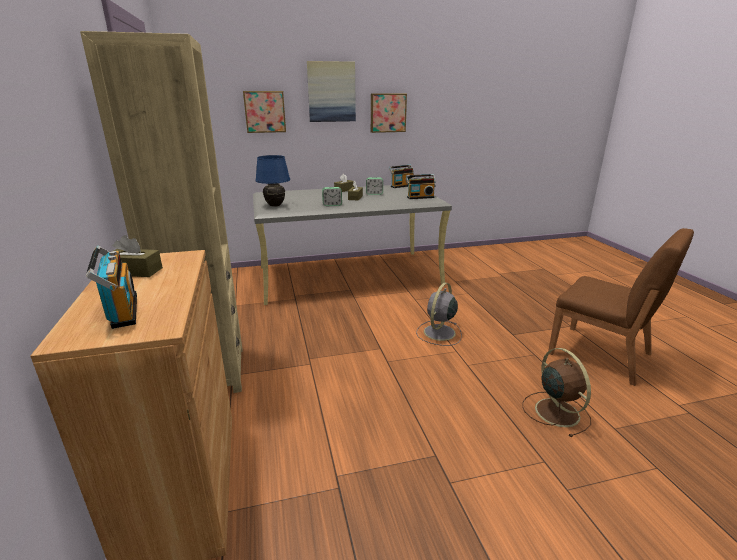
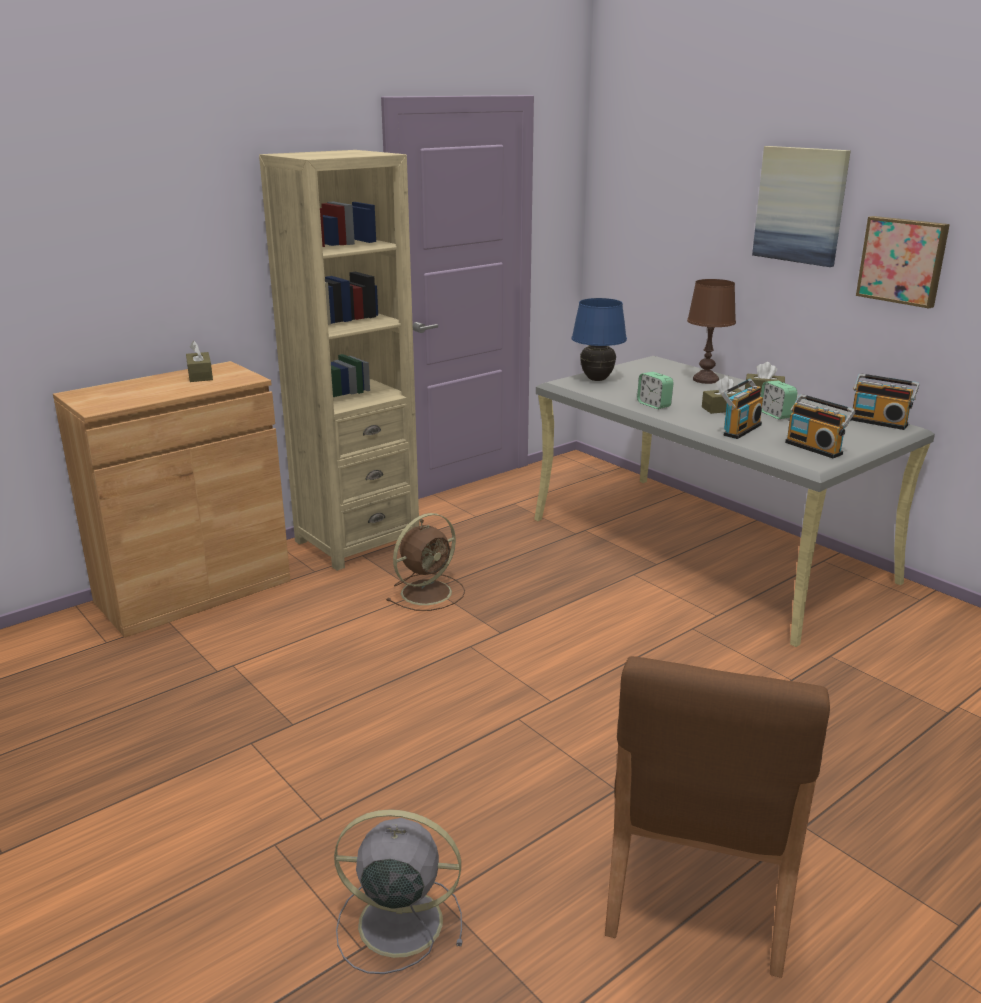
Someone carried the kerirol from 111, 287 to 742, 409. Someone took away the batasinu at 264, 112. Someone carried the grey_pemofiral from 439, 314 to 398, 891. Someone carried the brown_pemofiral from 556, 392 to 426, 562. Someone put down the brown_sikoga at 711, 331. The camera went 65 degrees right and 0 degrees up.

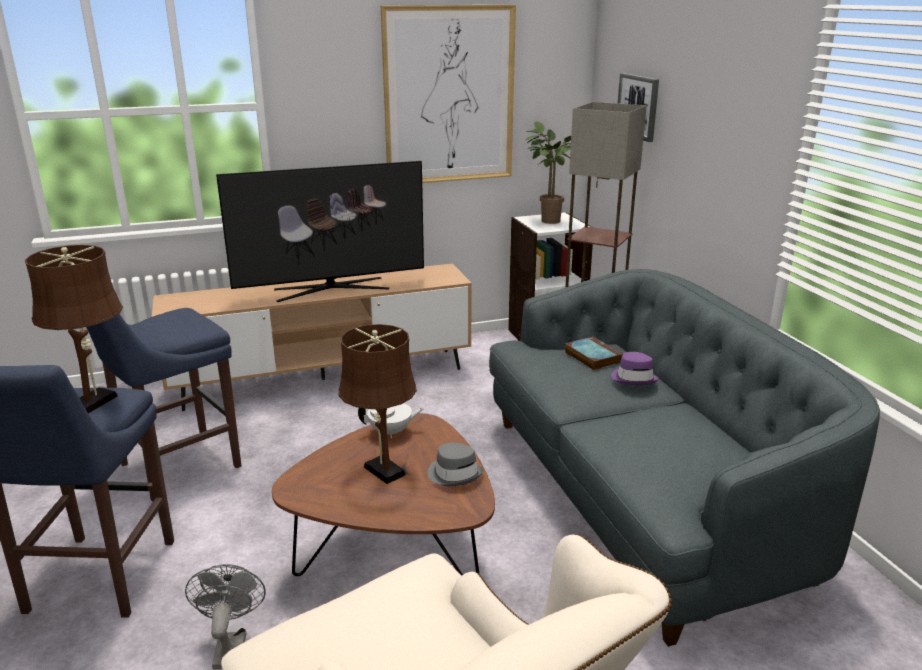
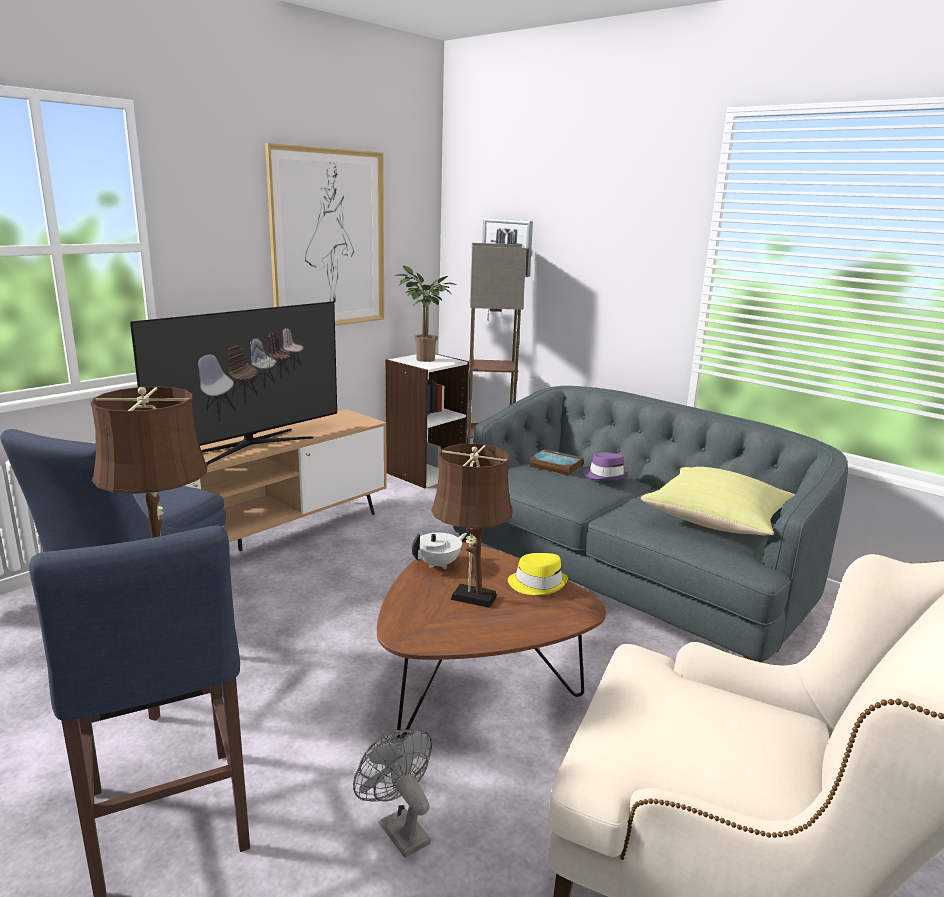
Someone repainted the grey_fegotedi at 456, 464, which became the yellow_fegotedi at 538, 574. Someone put down the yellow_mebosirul at 718, 501. The camera went 30 degrees left and 5 degrees down.

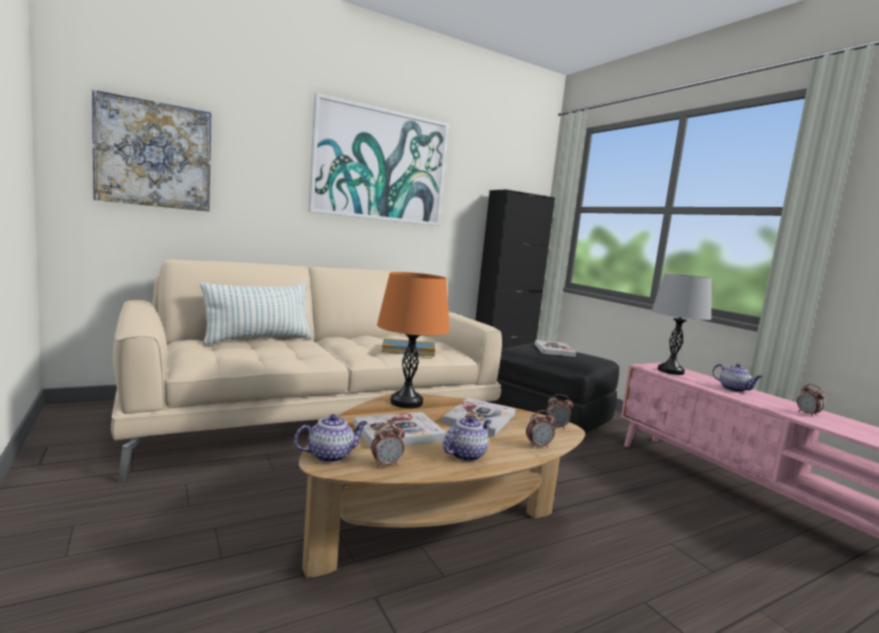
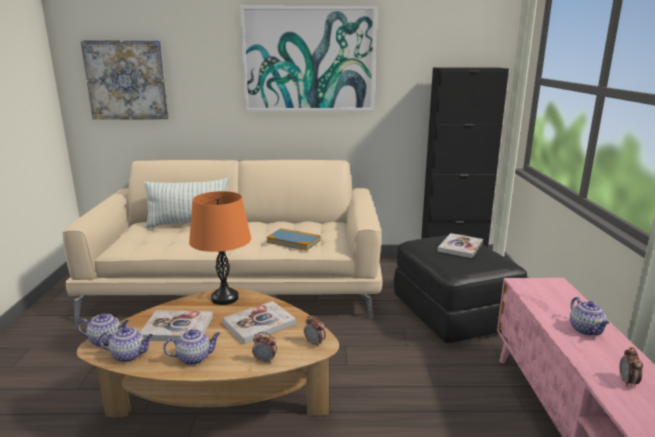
Someone swapped the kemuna at 388, 445 for the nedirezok at 126, 344. Someone took away the grey_sikoga at 681, 324. The camera went 30 degrees right and 10 degrees up.

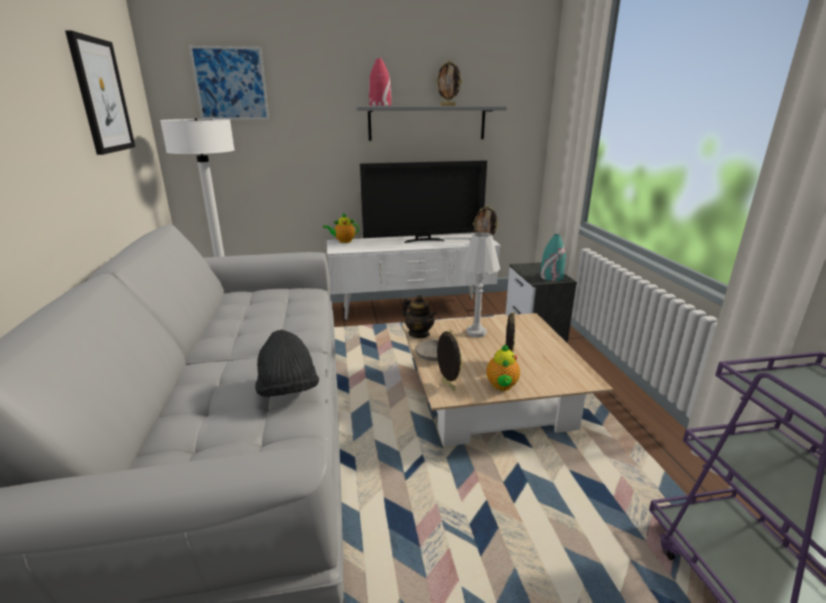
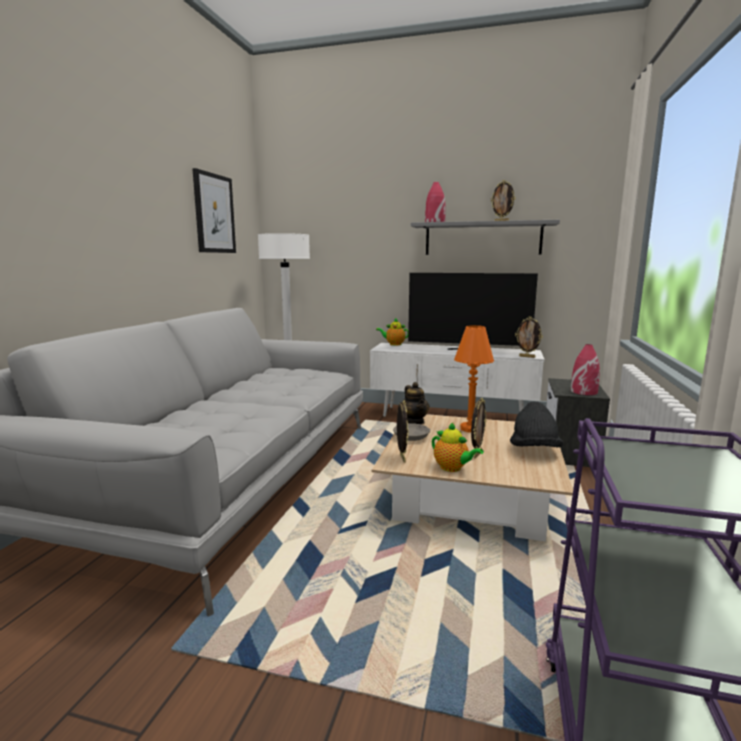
Someone took away the batasinu at 229, 83. Someone carried the black_fegotedi from 287, 363 to 537, 424. Someone repainted the white_sikoga at 480, 285, which became the orange_sikoga at 474, 378. Someone rotated the nedirezok at 503, 367 by 75 degrees counterclockwise. Someone repainted the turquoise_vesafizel at 553, 257, which became the red_vesafizel at 585, 369. The camera went 25 degrees right and 10 degrees down.

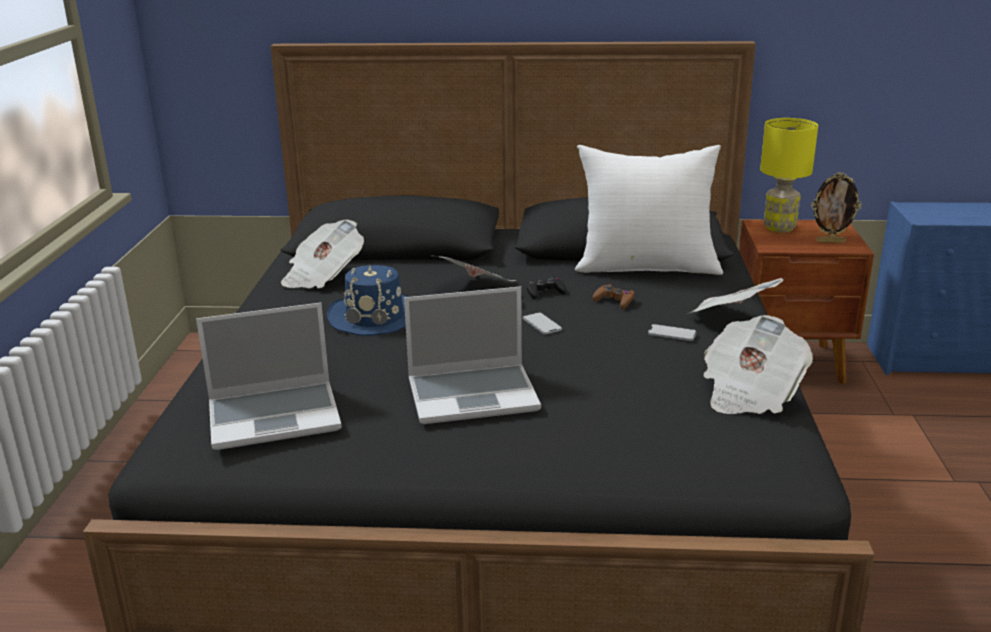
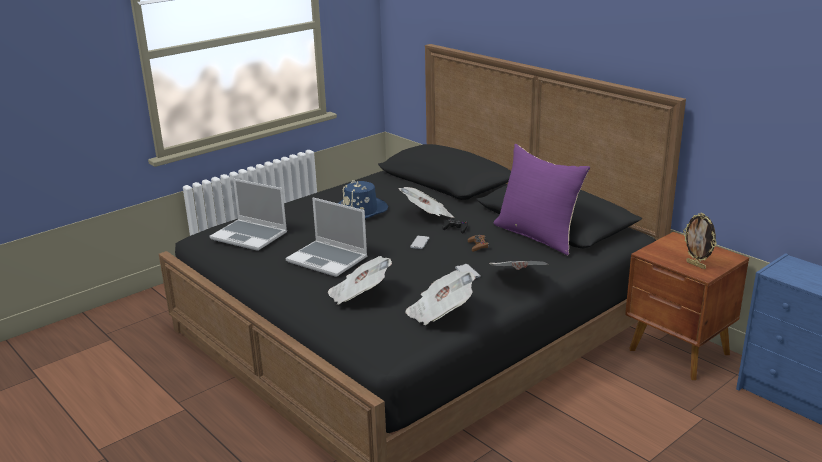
Someone carried the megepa from 322, 254 to 360, 280. Someone repainted the white_mebosirul at 649, 210, which became the purple_mebosirul at 541, 199. Someone took away the yellow_sikoga at 789, 175. The camera went 45 degrees right and 0 degrees up.

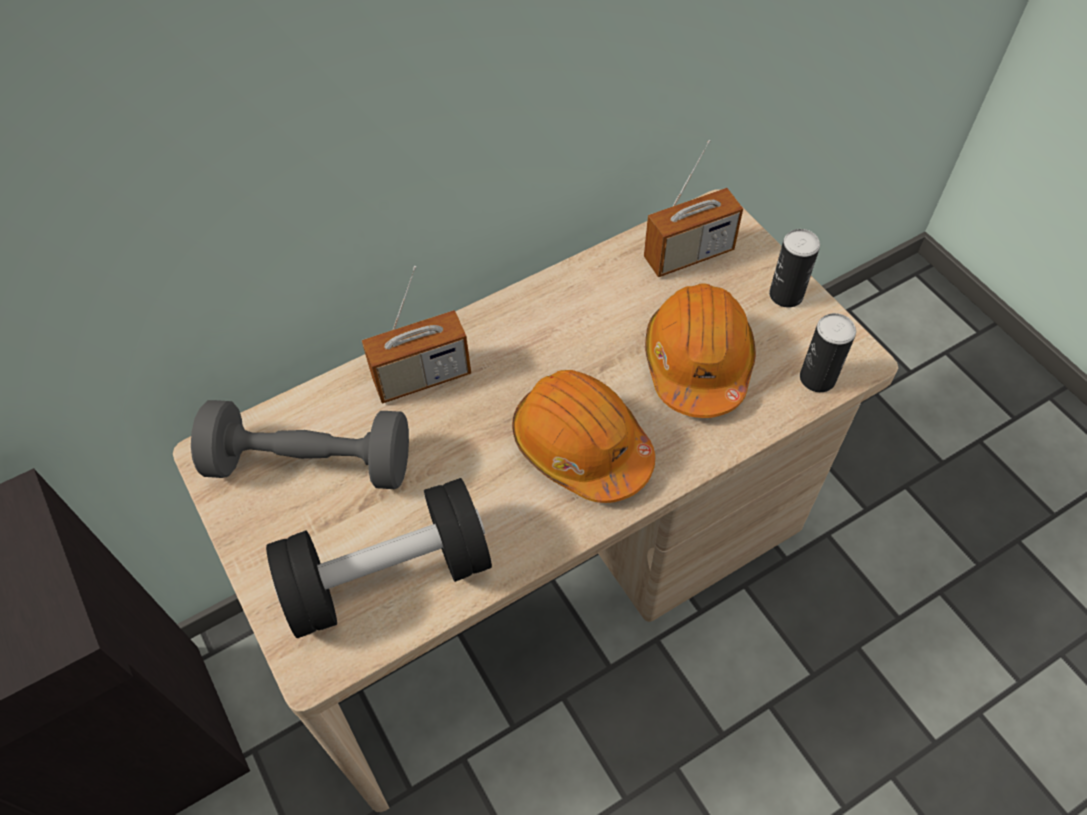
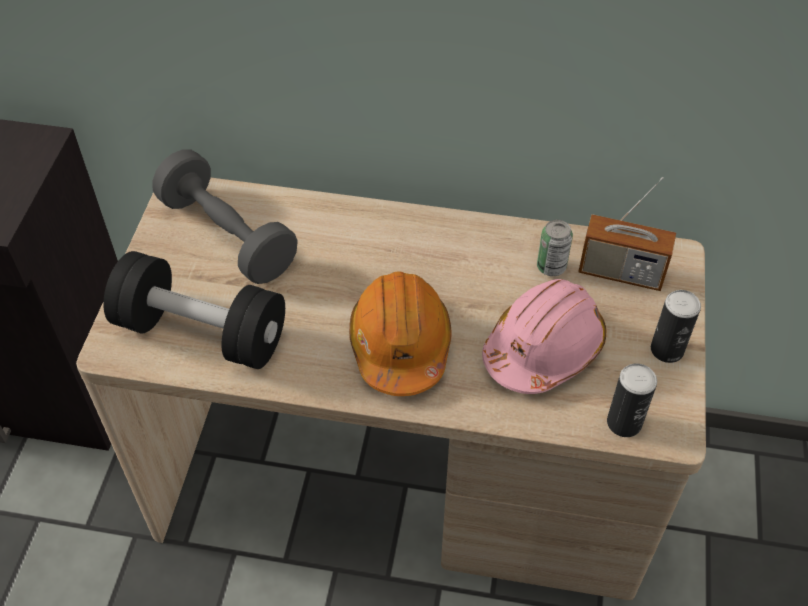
Someone took away the kerirol at 416, 335. Someone repainted the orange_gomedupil at 700, 350, which became the pink_gomedupil at 544, 336. Someone put down the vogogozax at 555, 248. The camera went 40 degrees right and 5 degrees down.

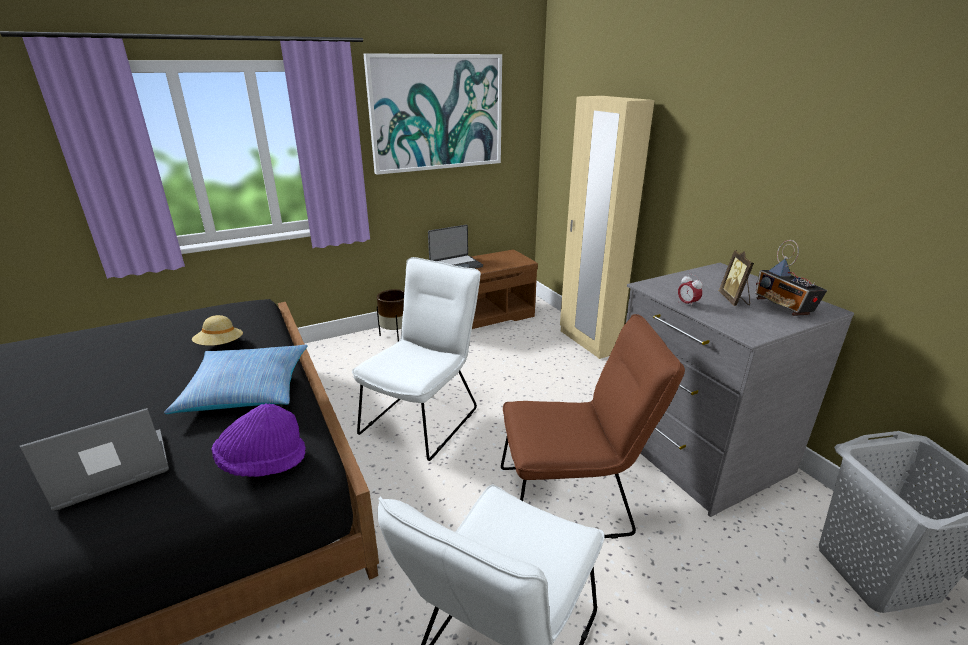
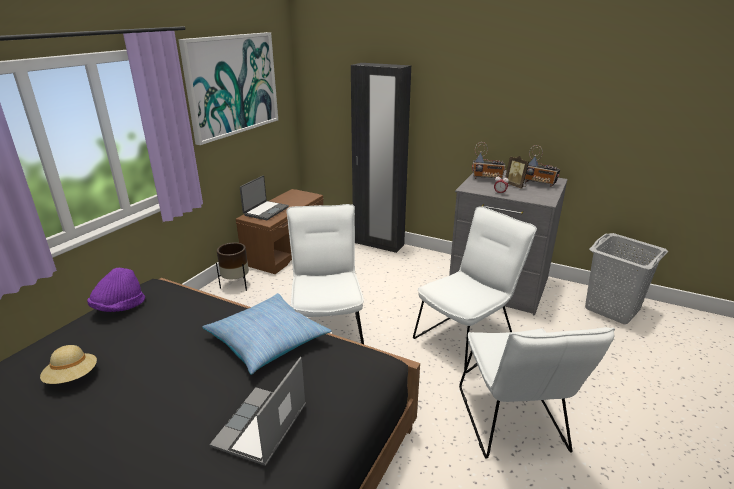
Someone carried the beige_fegotedi from 217, 330 to 68, 364. Someone carried the purple_fegotedi from 259, 440 to 116, 290. Someone repainted the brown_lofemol at 593, 426, which became the white_lofemol at 475, 289. Someone repainted the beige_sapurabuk at 607, 227, which became the black_sapurabuk at 381, 158. Someone put down the kerirol at 488, 160. The camera went 35 degrees left and 0 degrees up.

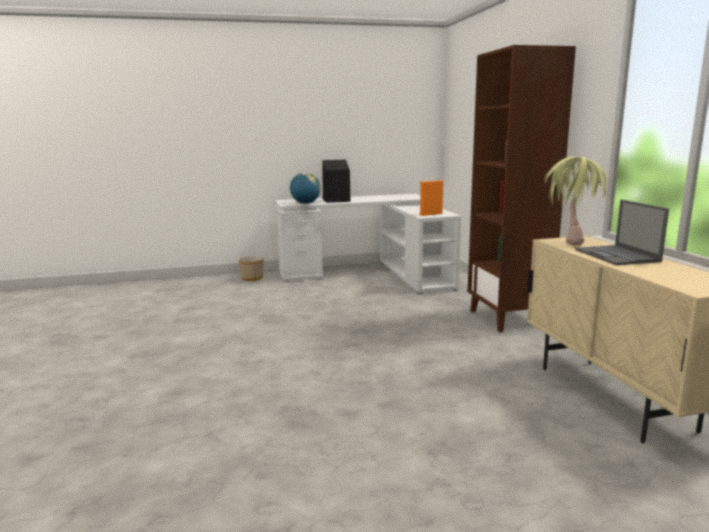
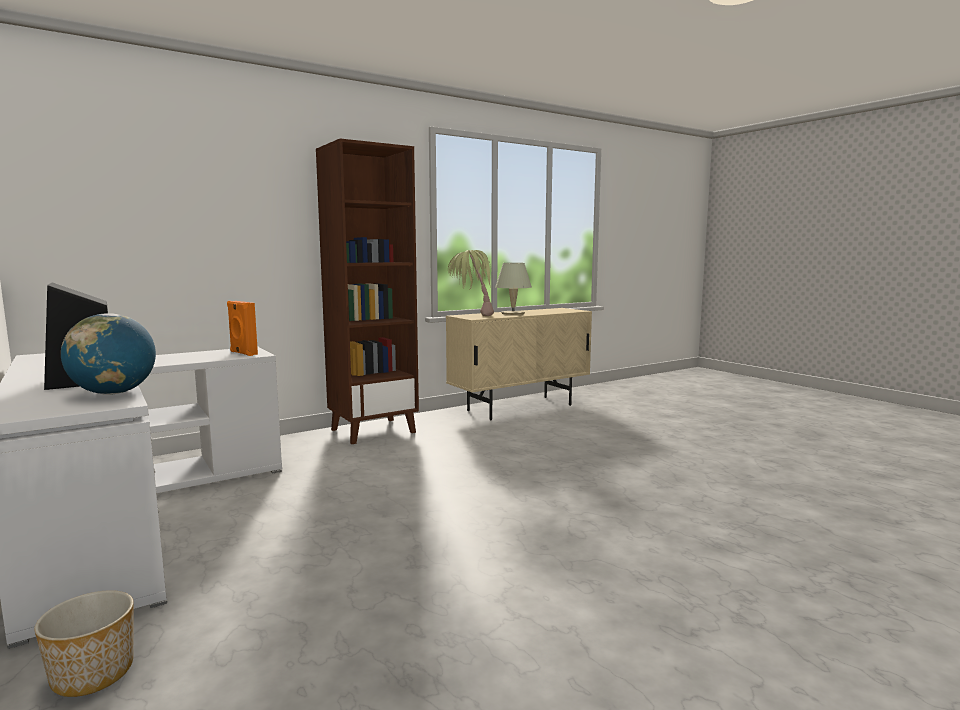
Someone swapped the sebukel at 622, 232 for the beige_sikoga at 513, 289. The camera went 110 degrees left and 5 degrees down.

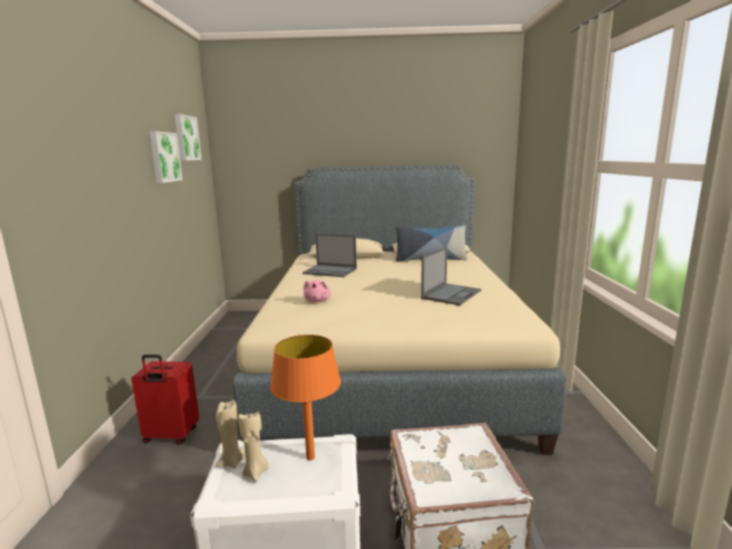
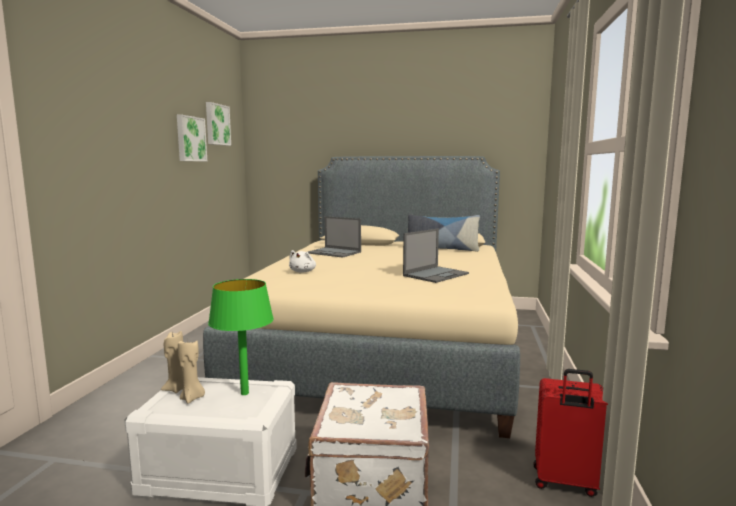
Someone carried the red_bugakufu from 165, 399 to 570, 433. Someone repainted the orange_sikoga at 305, 397, which became the green_sikoga at 241, 337. Someone repainted the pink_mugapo at 317, 291, which became the white_mugapo at 302, 261. The camera went 10 degrees right and 5 degrees down.

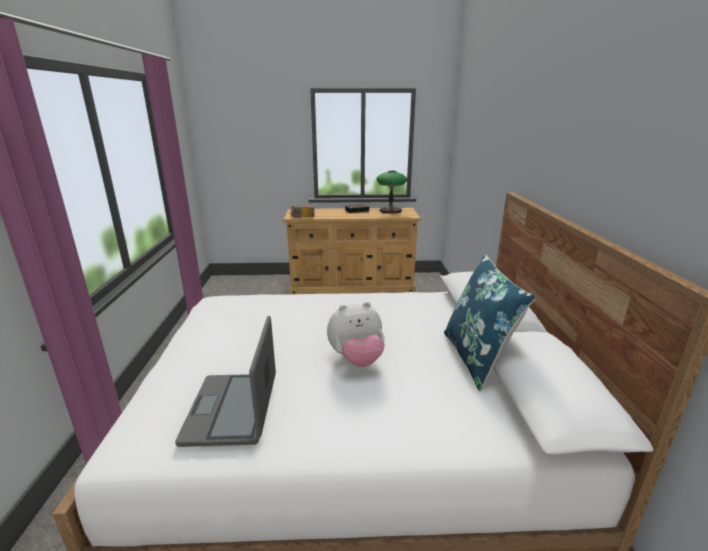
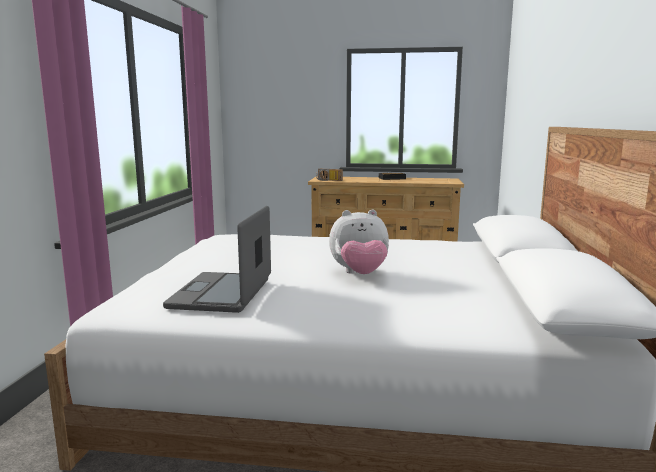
Someone took away the sikoga at 391, 192. Someone took away the blue_mebosirul at 490, 322. The camera went 10 degrees right and 10 degrees down.

